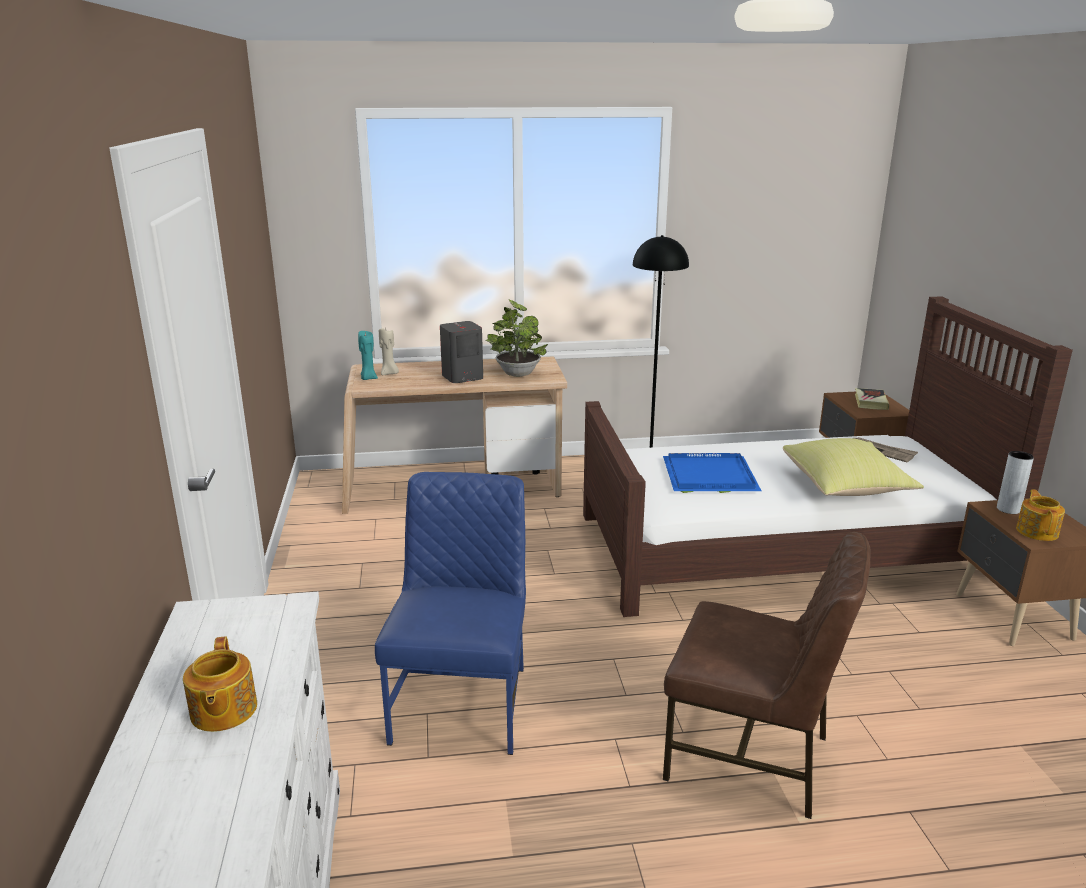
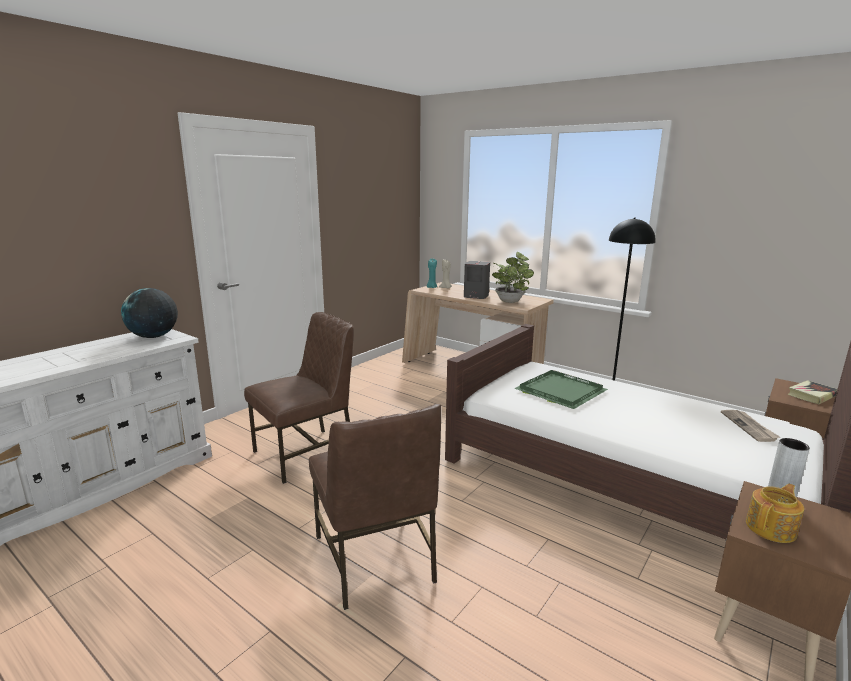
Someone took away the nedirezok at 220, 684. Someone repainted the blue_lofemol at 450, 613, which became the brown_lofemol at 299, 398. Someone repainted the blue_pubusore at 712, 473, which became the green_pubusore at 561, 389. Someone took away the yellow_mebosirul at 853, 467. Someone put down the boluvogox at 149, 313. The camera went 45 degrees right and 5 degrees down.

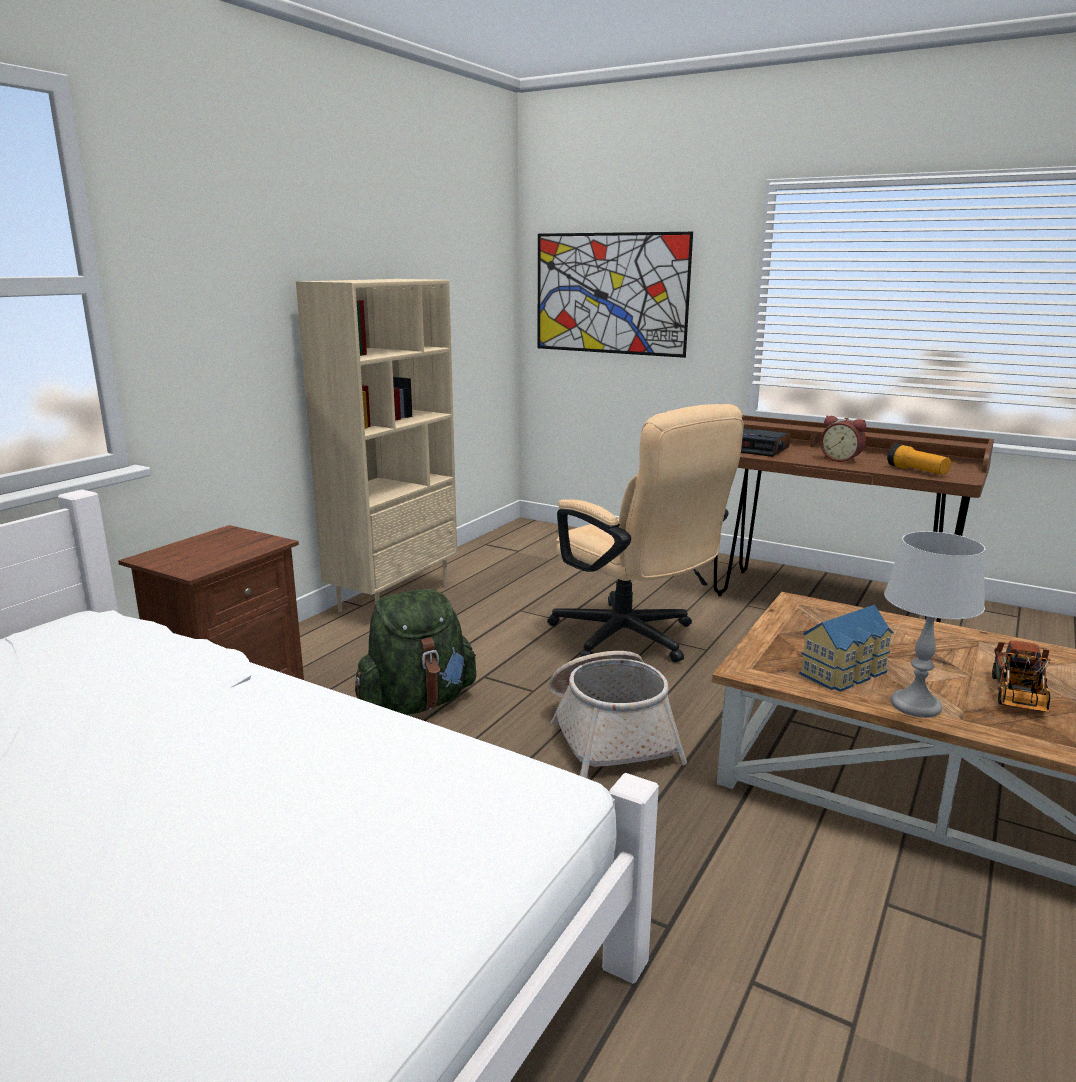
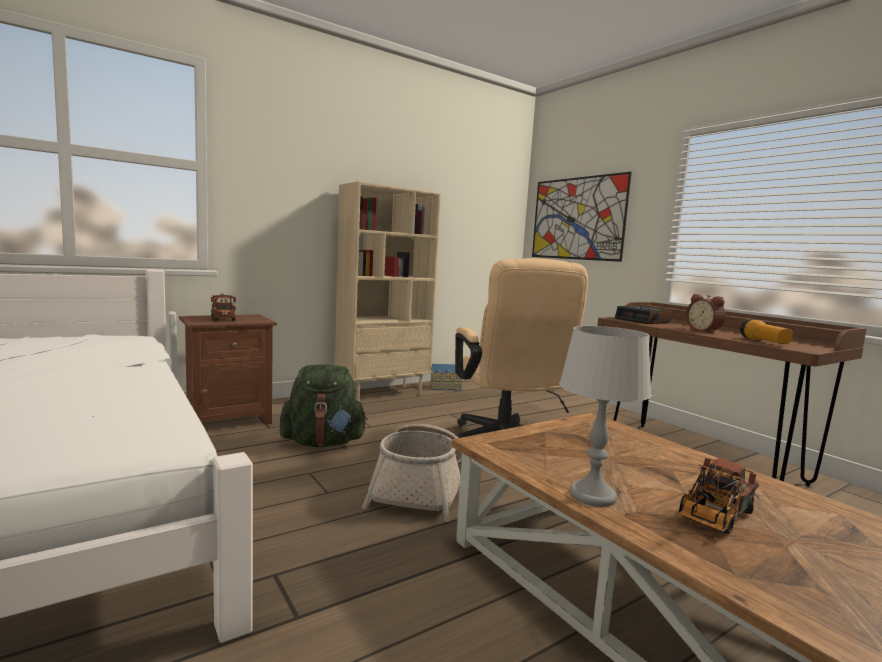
Someone carried the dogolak from 846, 648 to 446, 377. Someone put down the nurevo at 223, 307. The camera went 25 degrees right and 10 degrees down.

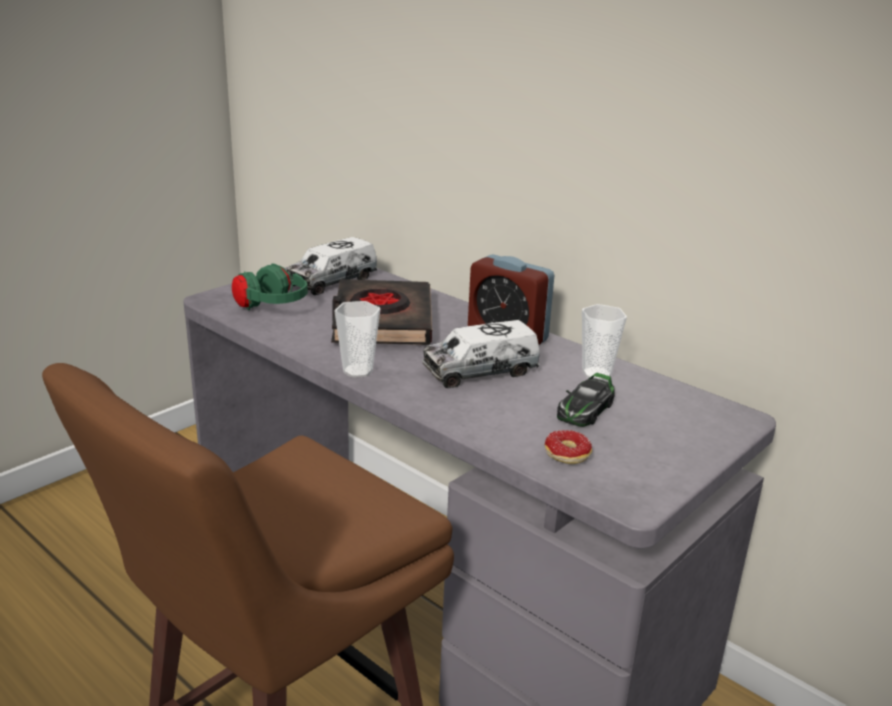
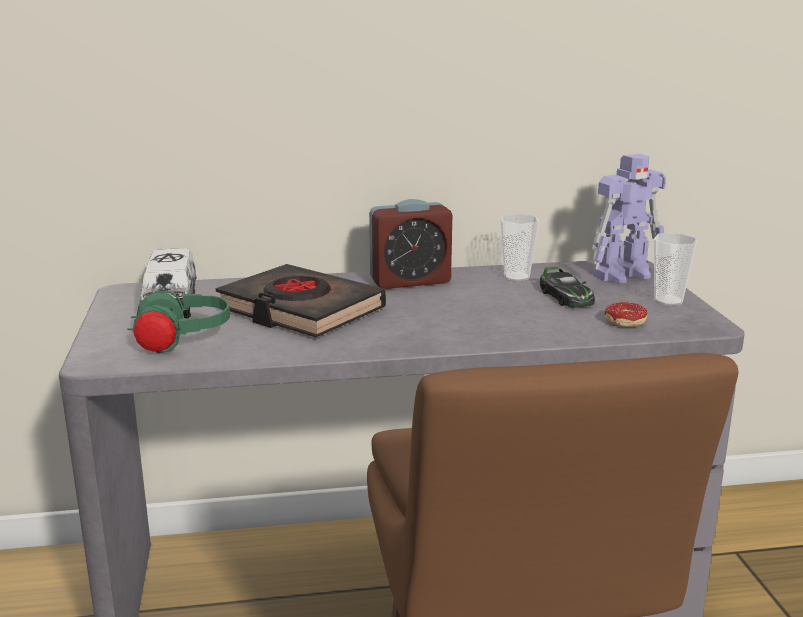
Someone carried the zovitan from 357, 339 to 676, 269. Someone took away the nurevo at 481, 354. Someone put down the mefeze at 629, 219. The camera went 50 degrees left and 5 degrees down.

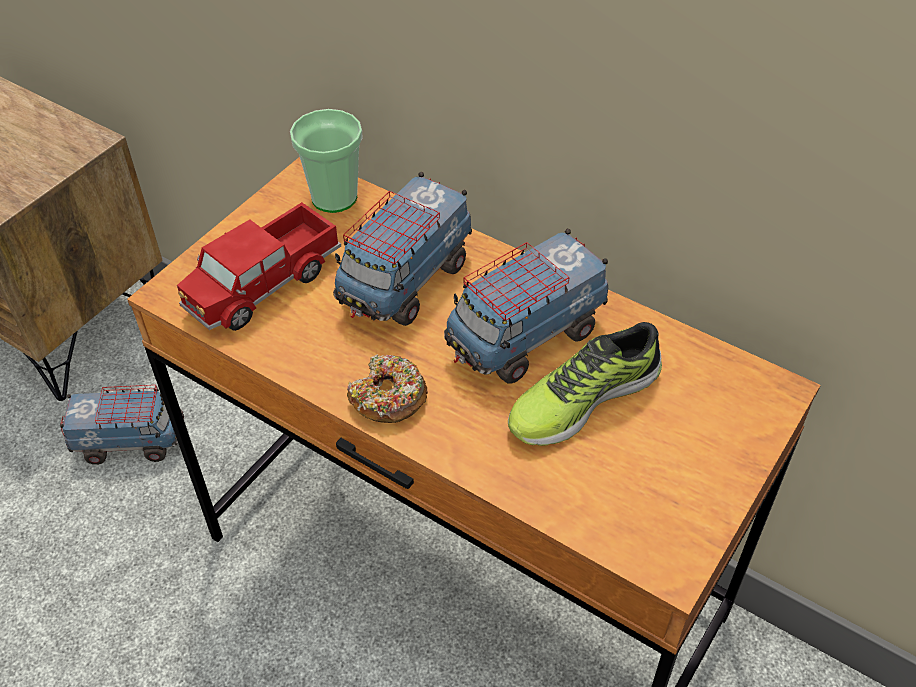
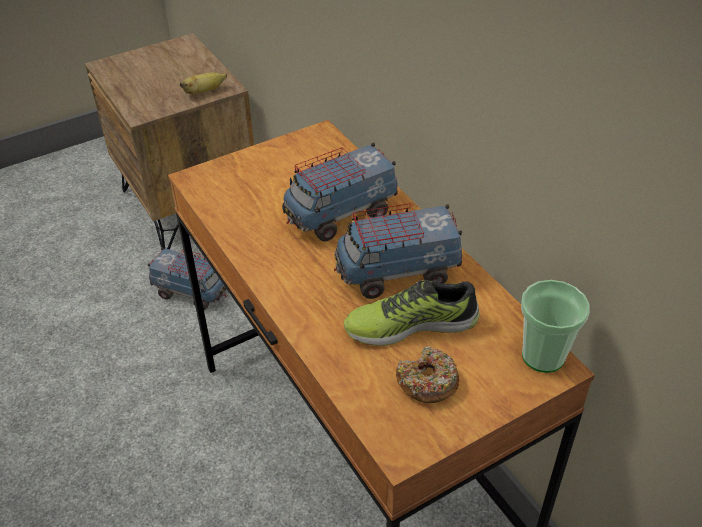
Someone took away the nurevo at 259, 266. Someone carried the zovitan from 326, 161 to 555, 326. Someone carried the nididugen from 387, 388 to 427, 374. Someone put down the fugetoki at 203, 83. The camera went 25 degrees right and 5 degrees down.

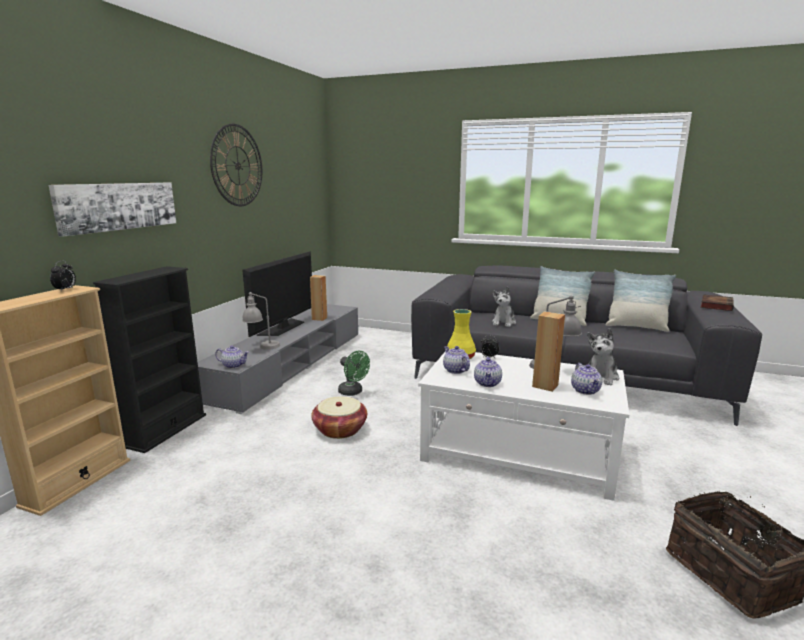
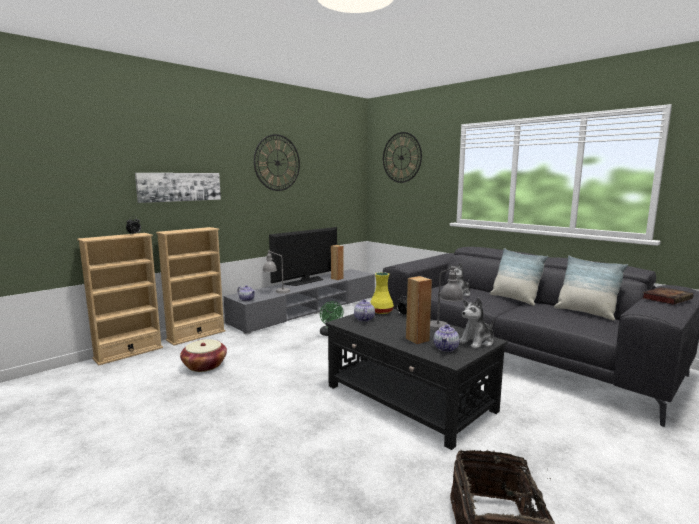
Someone repainted the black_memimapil at 149, 359, which became the beige_memimapil at 191, 286. Someone carried the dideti from 339, 417 to 203, 355. Someone repainted the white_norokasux at 523, 426, which became the black_norokasux at 417, 379. Someone took away the nedirezok at 488, 371. Someone put up the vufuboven at 402, 157. The camera went 25 degrees right and 5 degrees down.

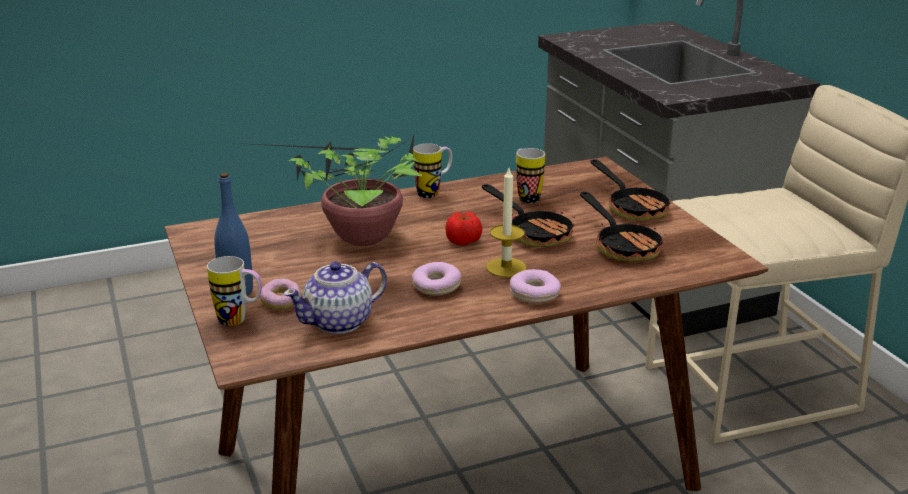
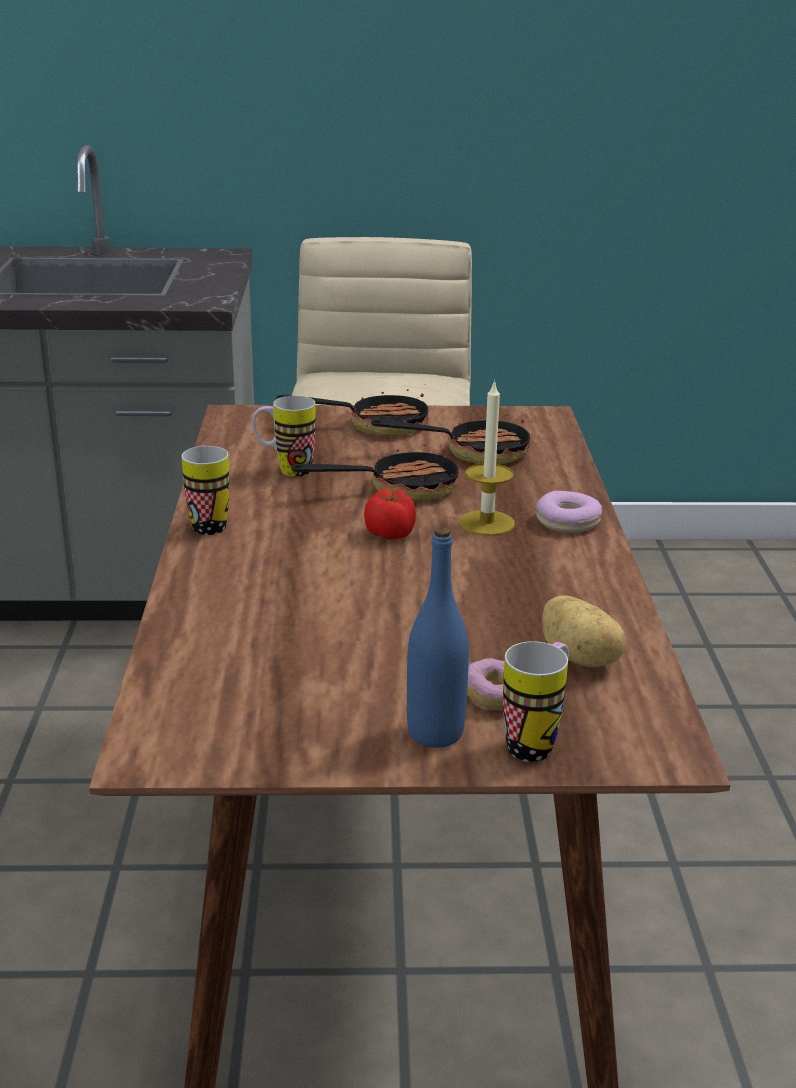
Someone took away the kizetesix at 328, 190. Someone swapped the nedirezok at 335, 297 for the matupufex at 584, 631. Someone took away the nididugen at 436, 279. The camera went 70 degrees left and 0 degrees up.

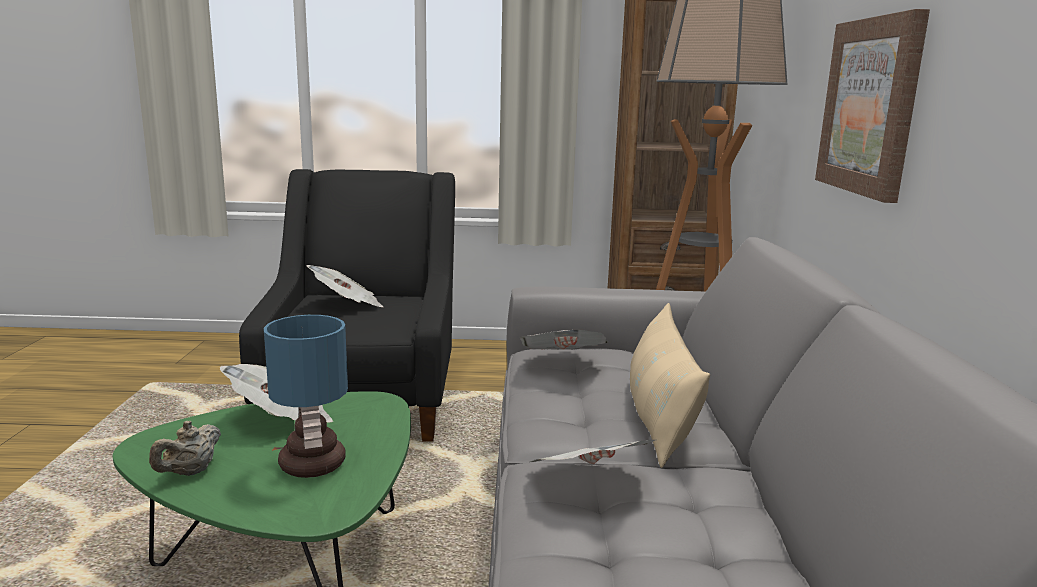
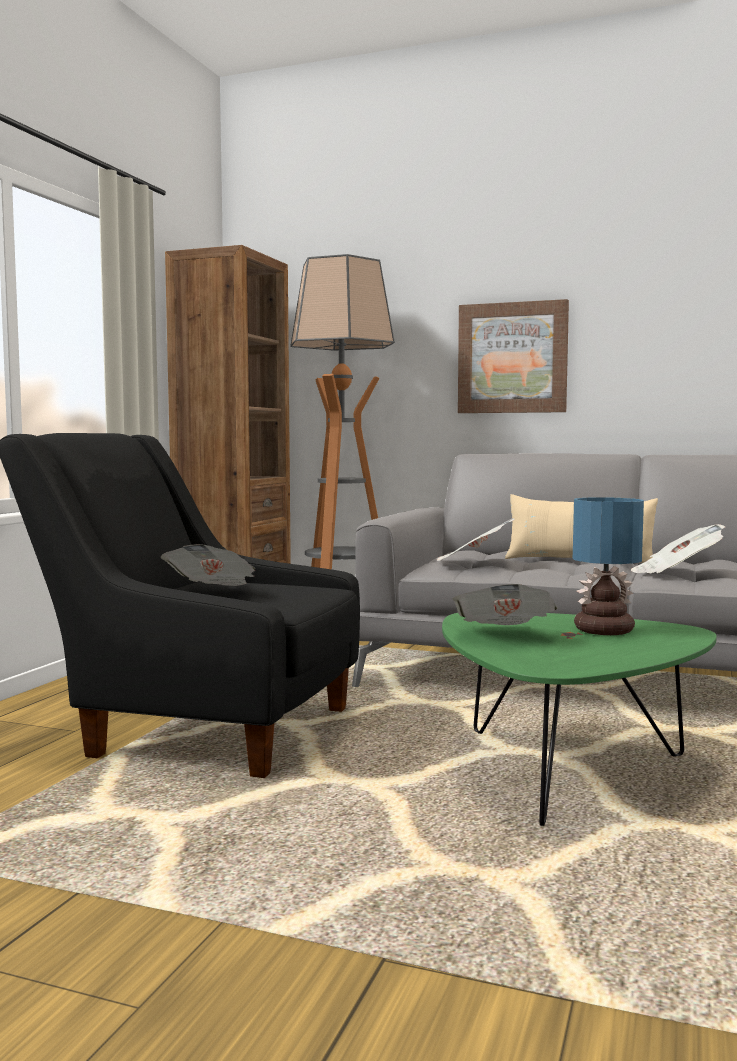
Someone took away the beige_nedirezok at 185, 448. The camera went 70 degrees left and 10 degrees down.

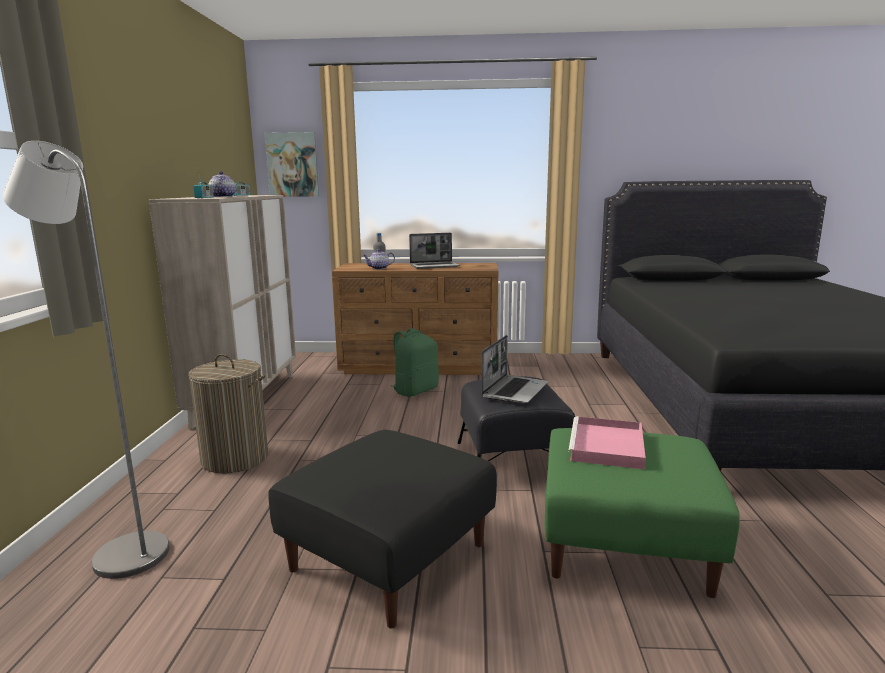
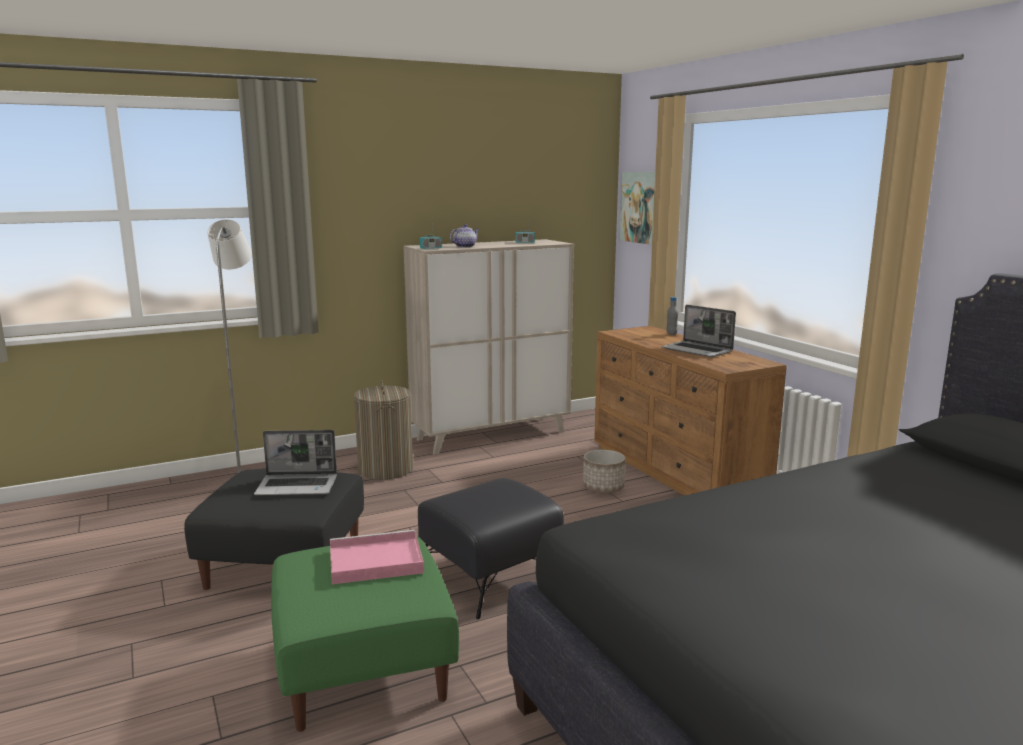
Someone took away the nedirezok at 379, 259. Someone swapped the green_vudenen at 415, 362 for the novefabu at 604, 471. Someone carried the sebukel from 514, 369 to 295, 462. The camera went 60 degrees right and 0 degrees up.

